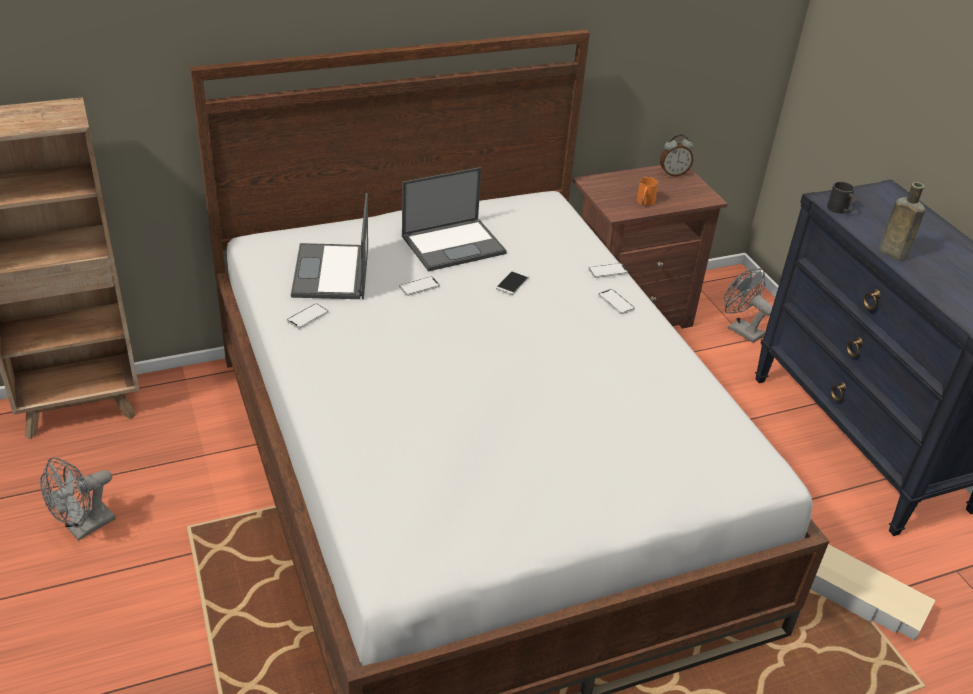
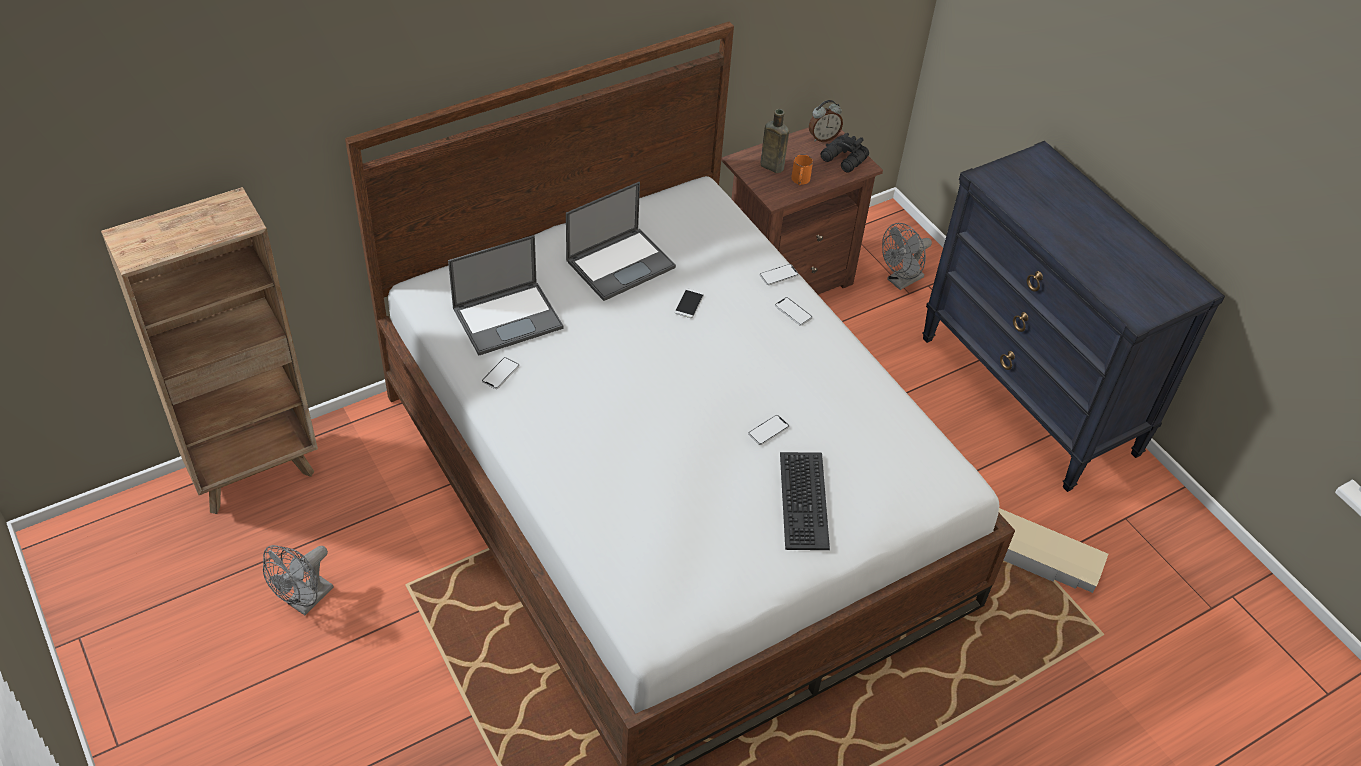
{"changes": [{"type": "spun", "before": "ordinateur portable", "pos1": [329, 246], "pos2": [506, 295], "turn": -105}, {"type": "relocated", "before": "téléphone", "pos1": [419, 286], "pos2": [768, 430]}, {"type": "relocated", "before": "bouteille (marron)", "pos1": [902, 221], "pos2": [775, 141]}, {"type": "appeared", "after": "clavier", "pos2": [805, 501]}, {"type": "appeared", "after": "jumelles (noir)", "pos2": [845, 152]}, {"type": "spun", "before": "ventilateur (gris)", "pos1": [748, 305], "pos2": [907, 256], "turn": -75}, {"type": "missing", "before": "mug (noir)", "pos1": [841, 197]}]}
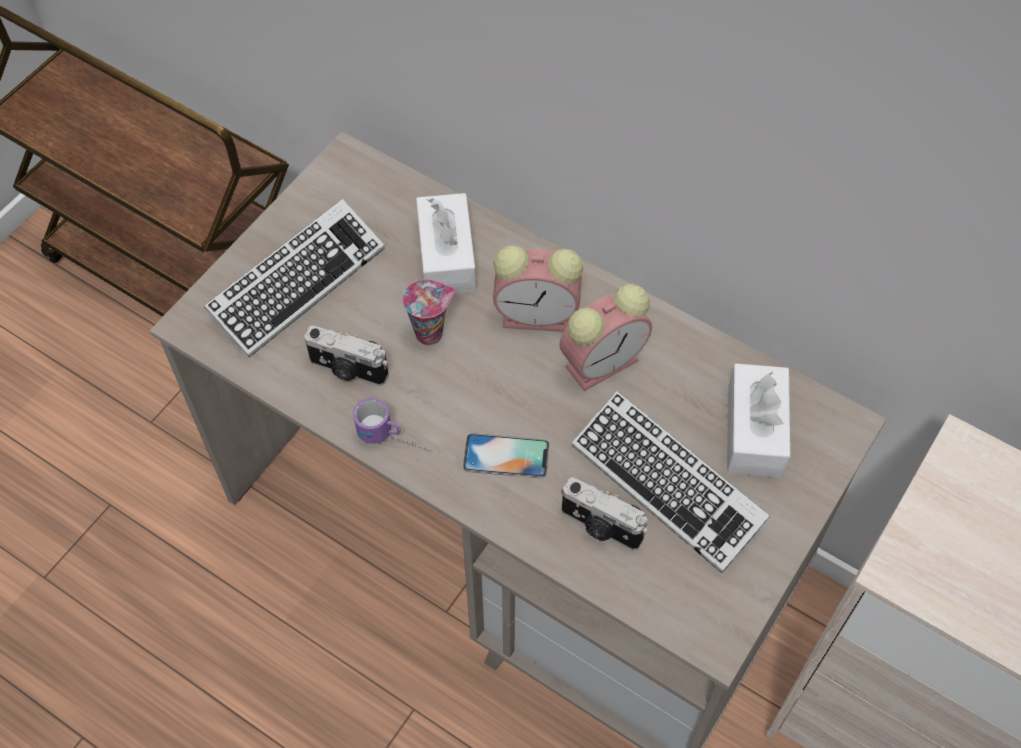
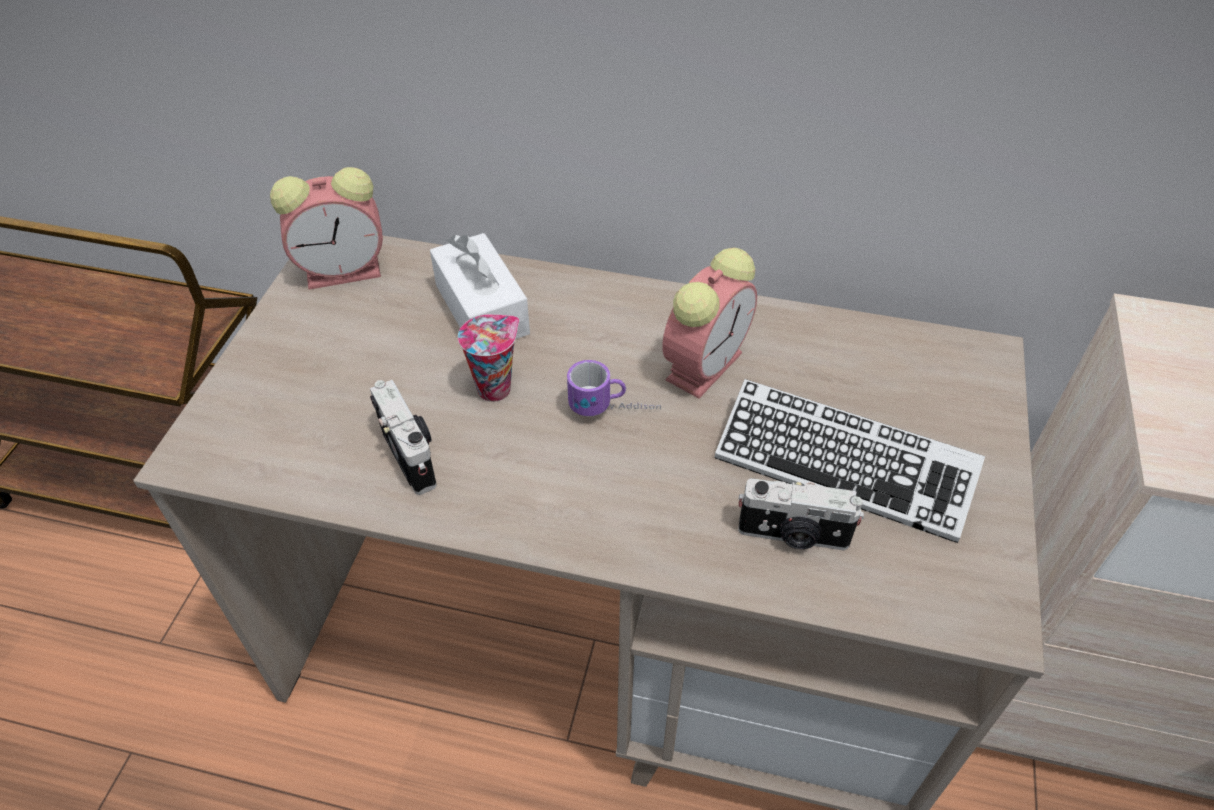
{"changes": [{"type": "relocated", "before": "réveil", "pos1": [538, 289], "pos2": [326, 228]}, {"type": "spun", "before": "appareil photo", "pos1": [346, 355], "pos2": [403, 437], "turn": -120}, {"type": "relocated", "before": "mug", "pos1": [391, 425], "pos2": [614, 388]}, {"type": "missing", "before": "clavier", "pos1": [294, 278]}, {"type": "missing", "before": "téléphone", "pos1": [506, 455]}, {"type": "missing", "before": "boîte à mouchoirs (blanc)", "pos1": [758, 420]}]}
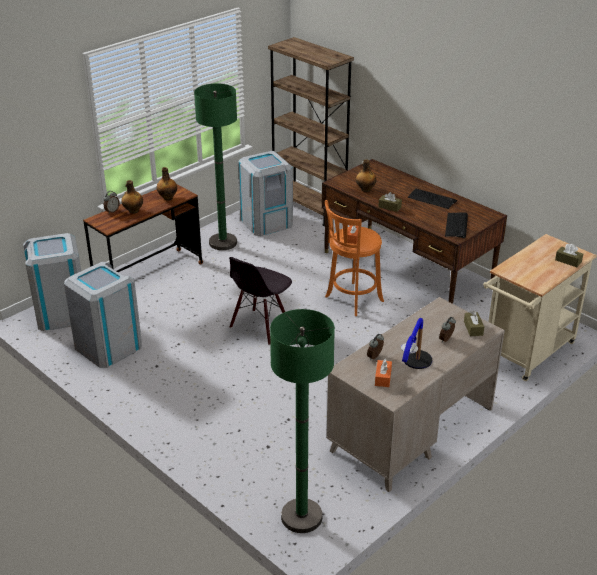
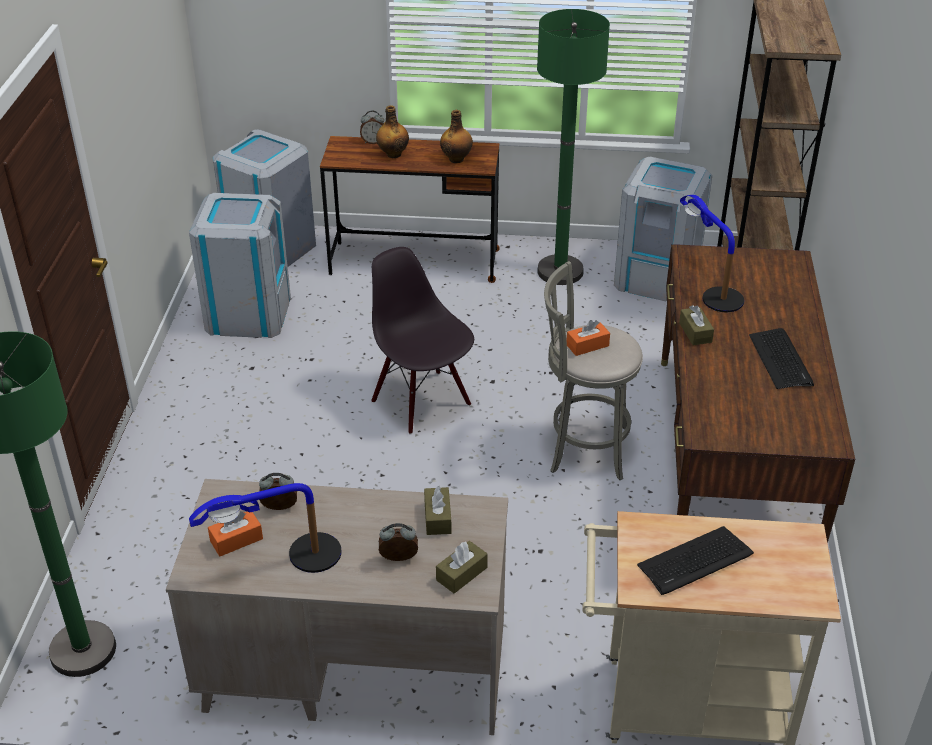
{"changes": [{"type": "spun", "before": "chaise (noir)", "pos1": [260, 301], "pos2": [422, 340], "turn": 60}, {"type": "relocated", "before": "boîte à mouchoirs (marron)", "pos1": [569, 255], "pos2": [437, 510]}, {"type": "colour", "before": "tabouret (orange)", "after": "tabouret (gris)", "pos1": [354, 258], "pos2": [593, 370]}, {"type": "relocated", "before": "clavier", "pos1": [456, 225], "pos2": [695, 560]}, {"type": "exchanged", "before": "bouteille", "after": "lampe de table", "pos1": [366, 175], "pos2": [712, 253]}]}
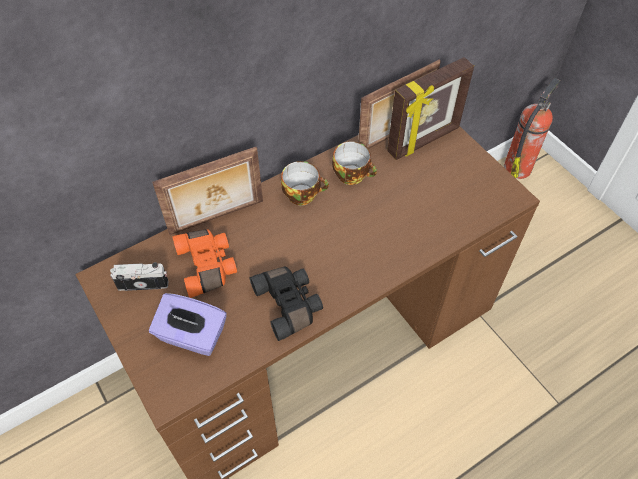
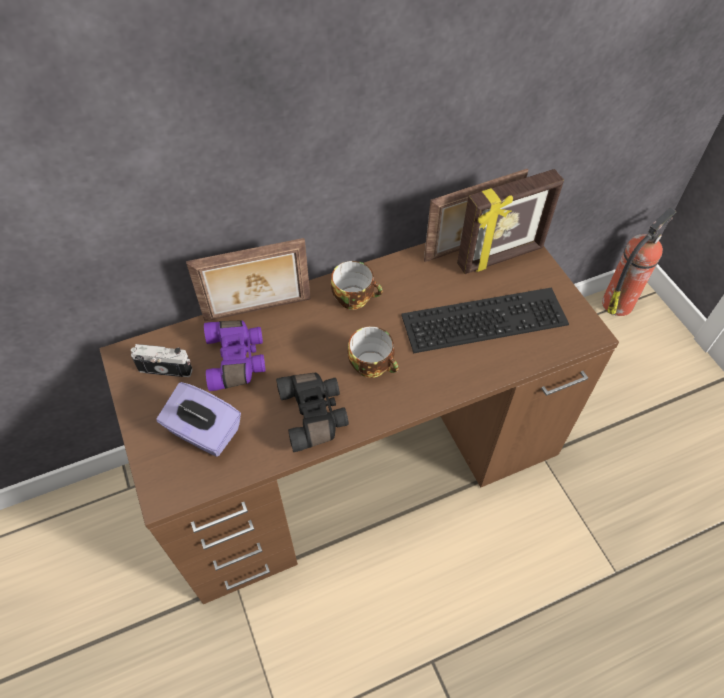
{"changes": [{"type": "colour", "before": "jumelles (orange)", "after": "jumelles (violet)", "pos1": [204, 263], "pos2": [235, 355]}, {"type": "relocated", "before": "tasse", "pos1": [354, 163], "pos2": [373, 352]}, {"type": "appeared", "after": "clavier", "pos2": [485, 320]}]}
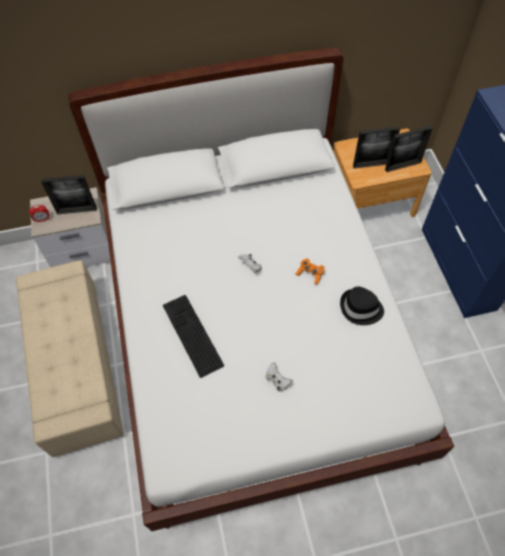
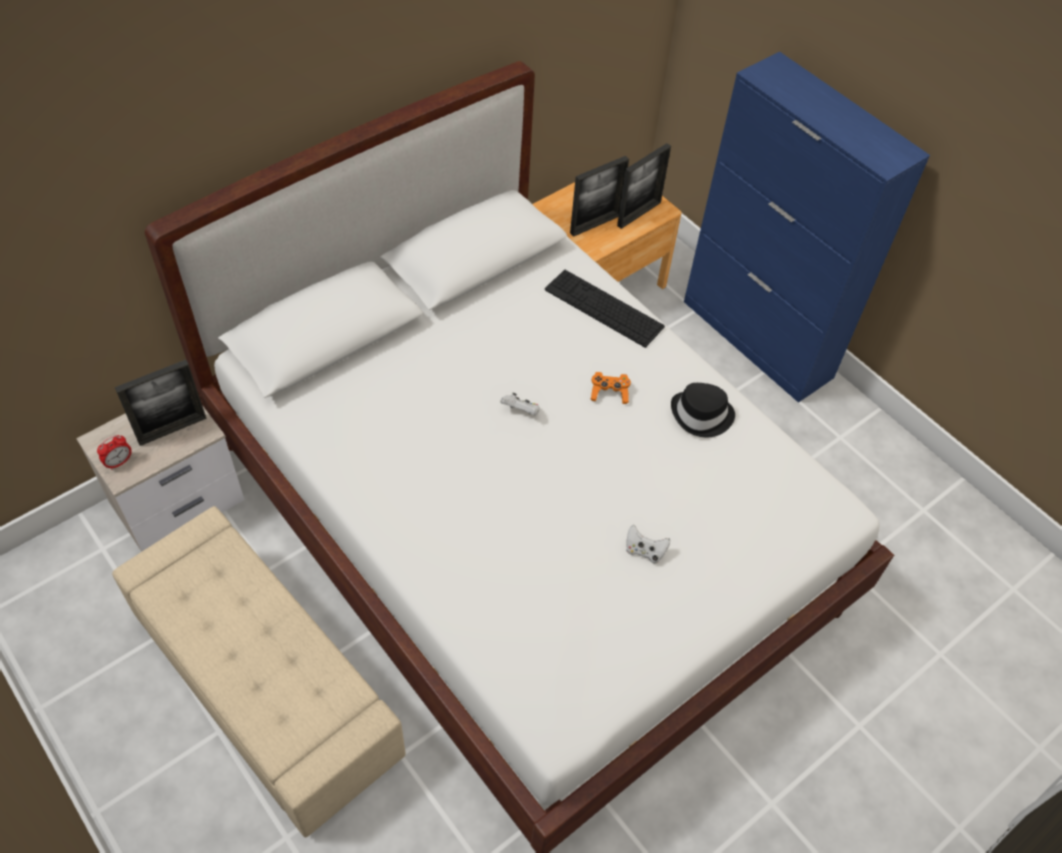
{"changes": [{"type": "relocated", "before": "clavier", "pos1": [193, 336], "pos2": [605, 309]}]}
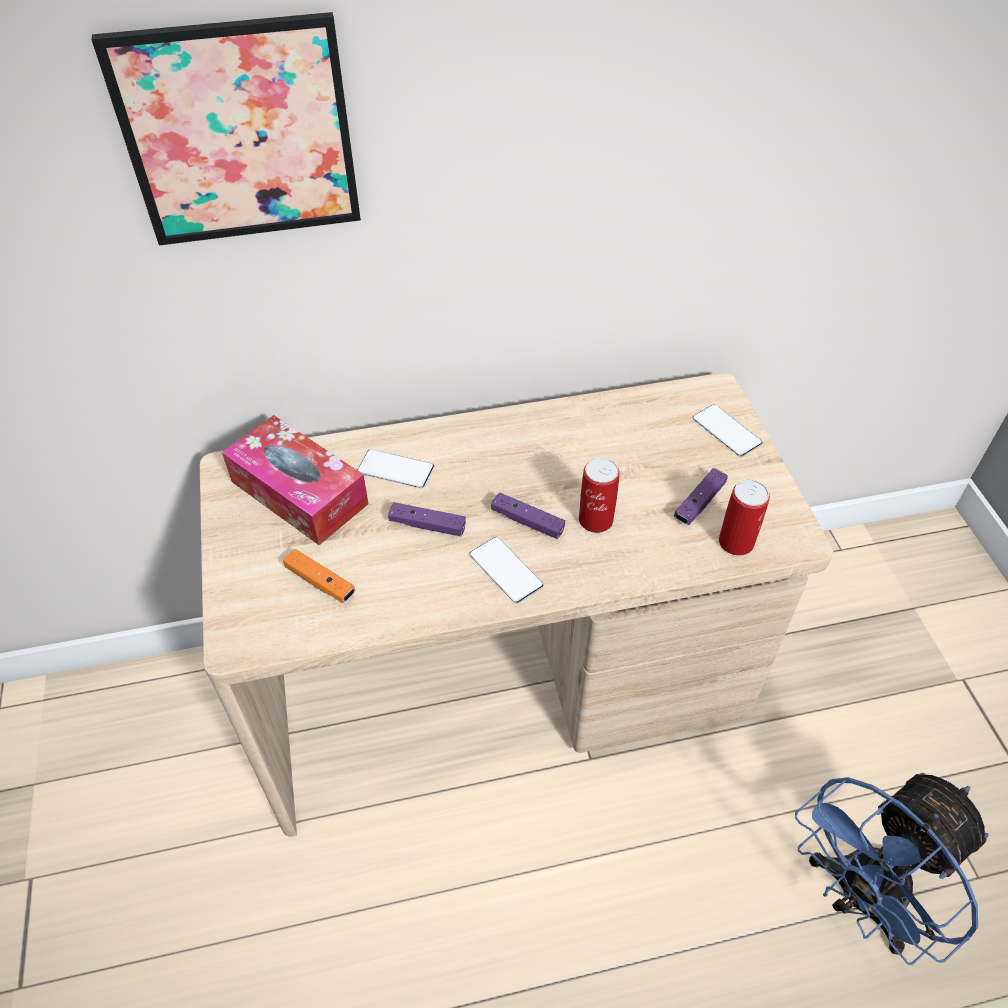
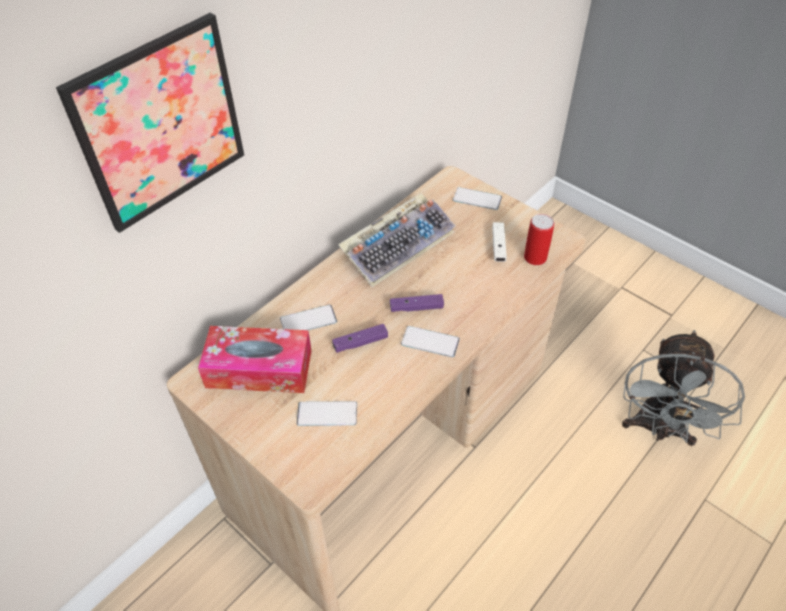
{"changes": [{"type": "exchanged", "before": "manette (orange)", "after": "téléphone", "pos1": [319, 576], "pos2": [327, 413]}, {"type": "appeared", "after": "clavier", "pos2": [397, 240]}, {"type": "colour", "before": "manette (violet)", "after": "manette (blanc)", "pos1": [701, 496], "pos2": [499, 242]}, {"type": "colour", "before": "ventilateur (bleu)", "after": "ventilateur (gris)", "pos1": [892, 869], "pos2": [683, 388]}, {"type": "missing", "before": "boîte métallique", "pos1": [599, 495]}]}
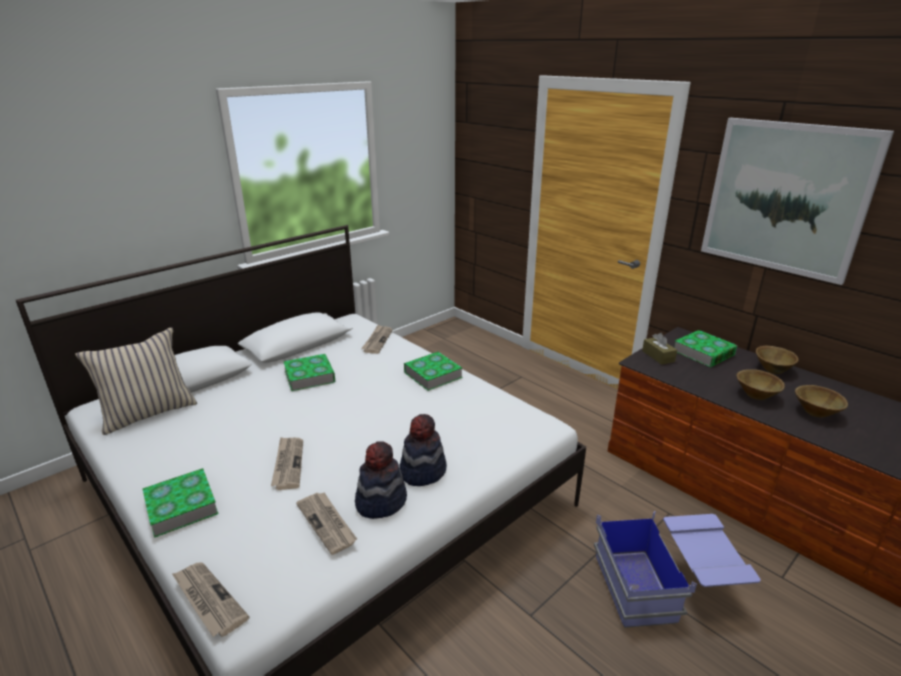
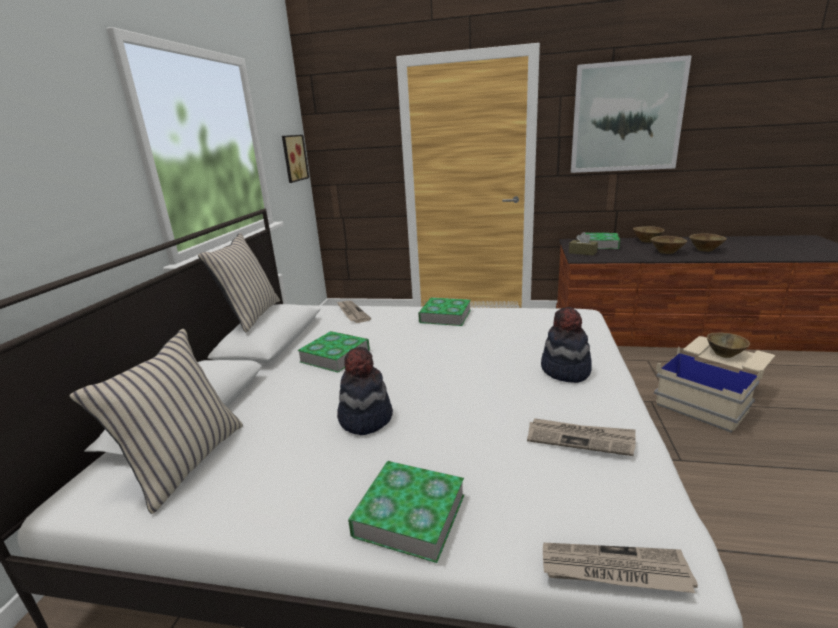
{"changes": [{"type": "appeared", "after": "coussin (beige)", "pos2": [239, 282]}, {"type": "appeared", "after": "tableau", "pos2": [295, 159]}, {"type": "relocated", "before": "chapeau", "pos1": [381, 480], "pos2": [365, 391]}, {"type": "colour", "before": "boîte de rangement (bleu)", "after": "boîte de rangement (beige)", "pos1": [677, 569], "pos2": [714, 384]}, {"type": "appeared", "after": "bol (marron)", "pos2": [728, 345]}, {"type": "missing", "before": "journal", "pos1": [287, 463]}]}
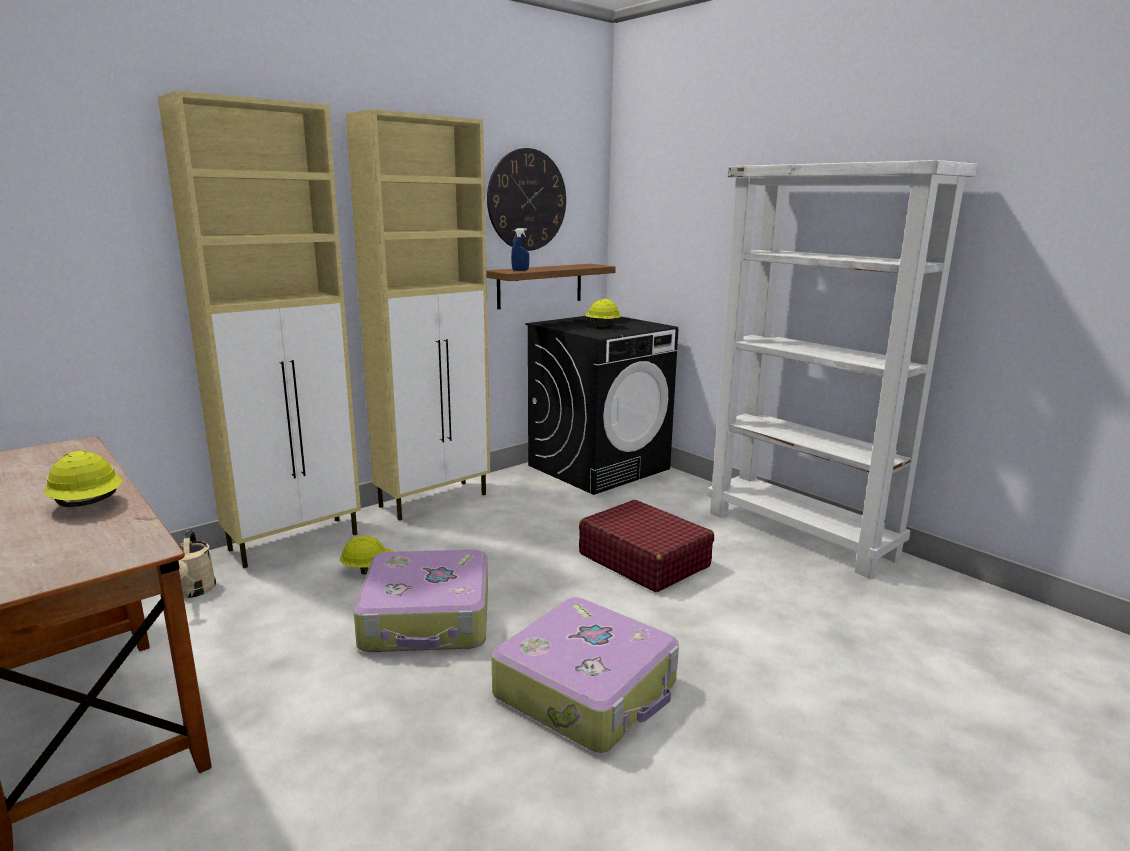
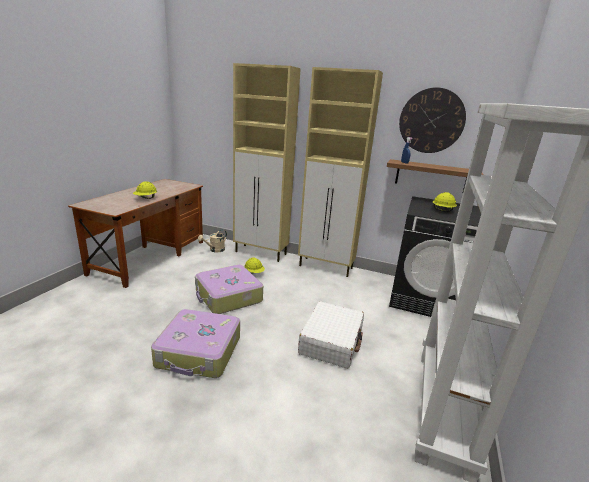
{"changes": [{"type": "colour", "before": "valise (rouge)", "after": "valise (blanc)", "pos1": [646, 546], "pos2": [331, 335]}]}
